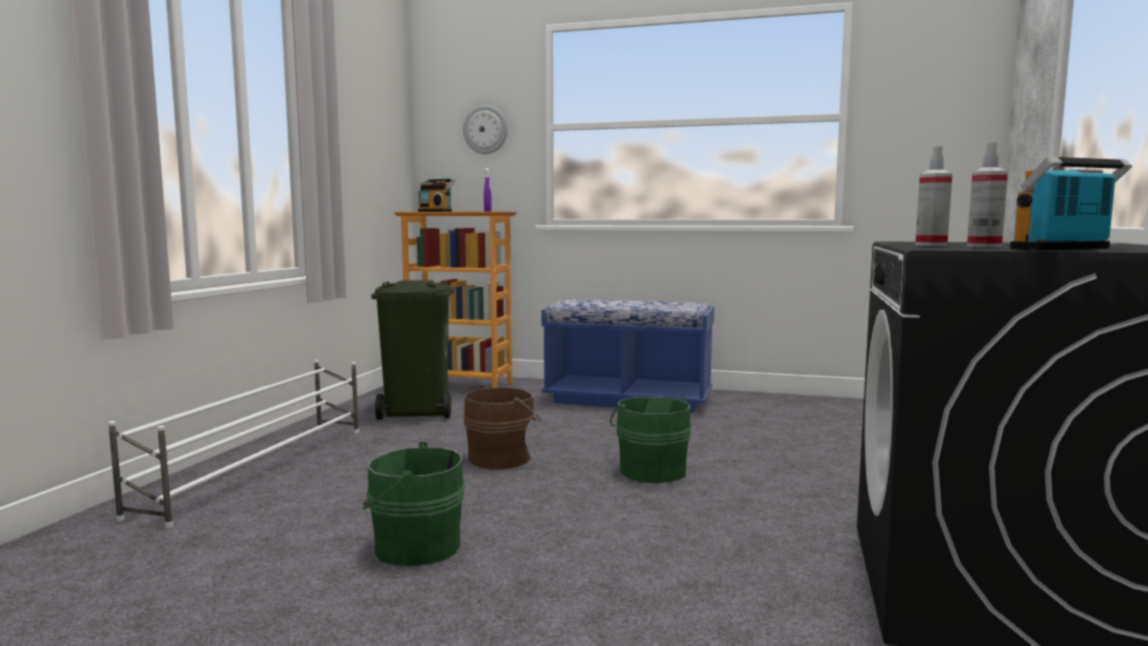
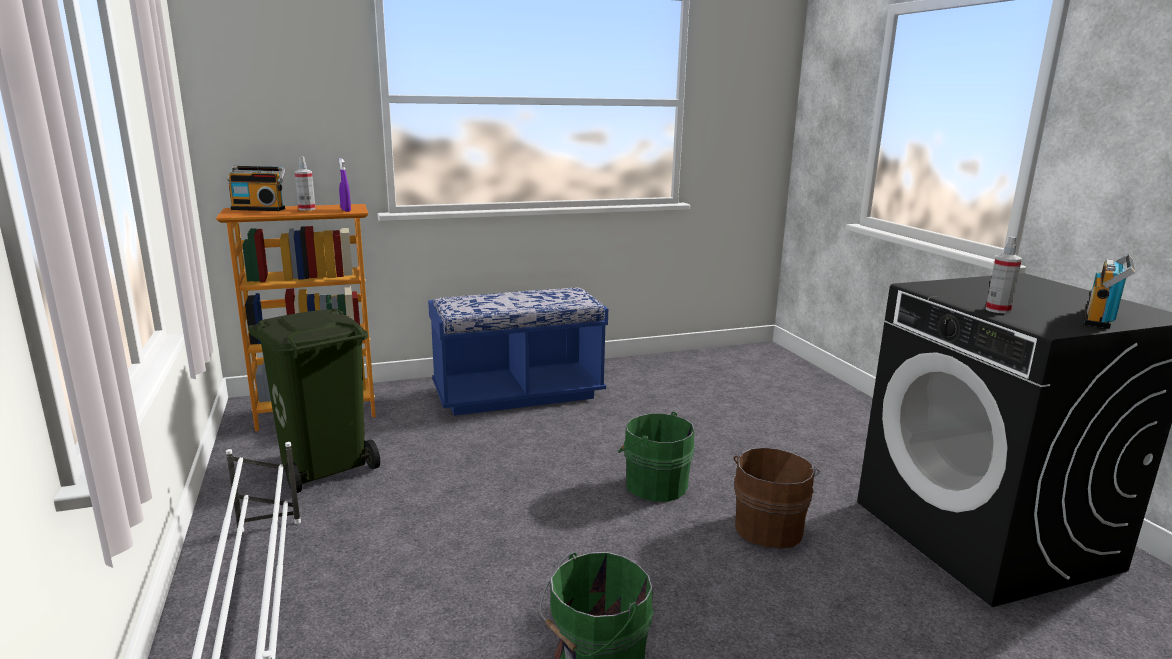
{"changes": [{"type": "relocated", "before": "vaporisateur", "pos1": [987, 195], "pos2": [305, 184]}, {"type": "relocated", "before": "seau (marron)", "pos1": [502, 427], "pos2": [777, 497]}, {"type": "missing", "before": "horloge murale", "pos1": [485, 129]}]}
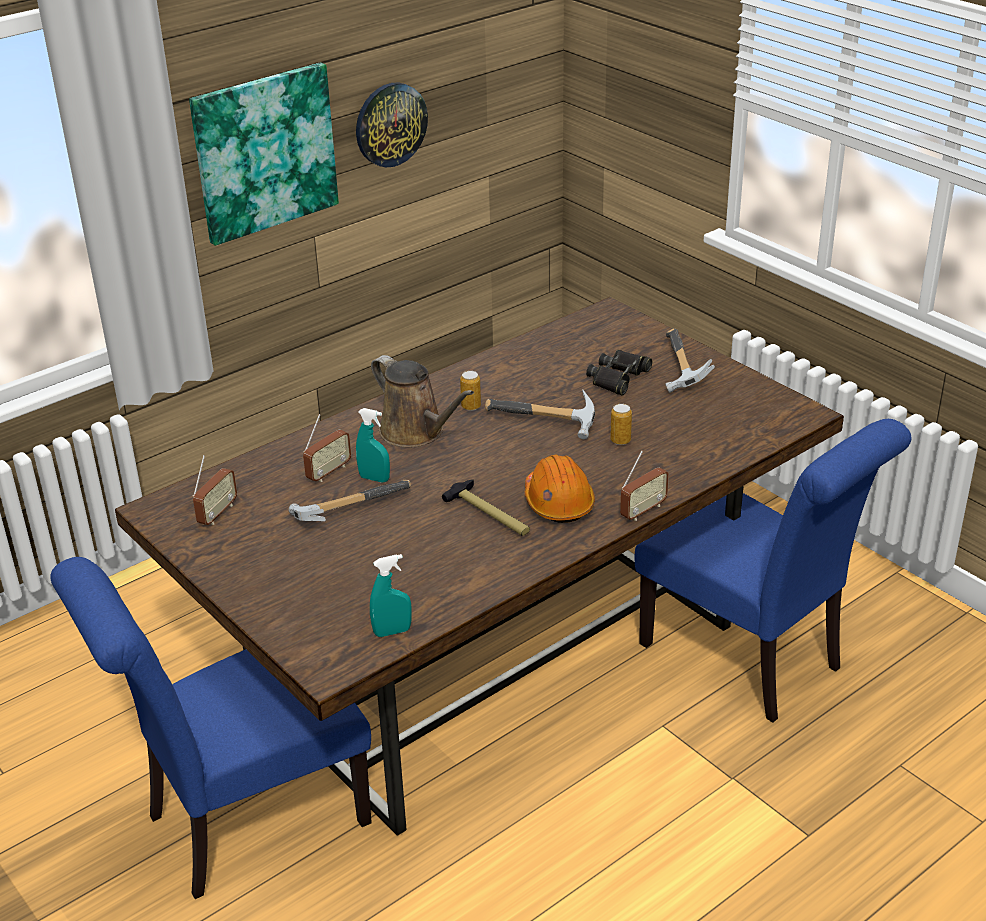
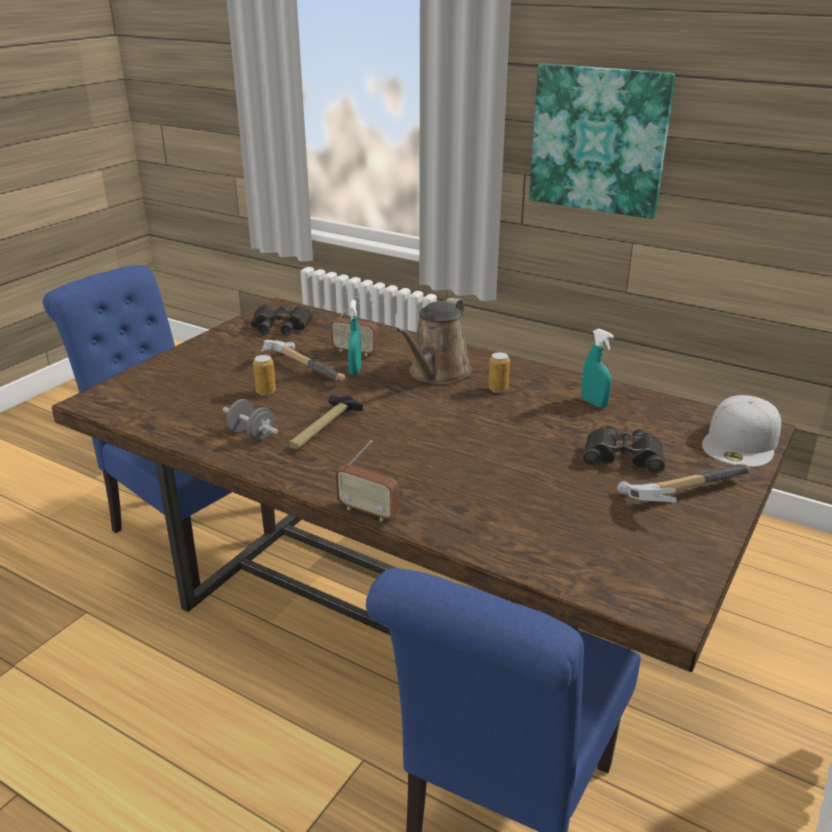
{"changes": [{"type": "appeared", "after": "haltère (gris)", "pos2": [250, 420]}, {"type": "exchanged", "before": "radio", "after": "jumelles (noir)", "pos1": [215, 490], "pos2": [281, 320]}, {"type": "relocated", "before": "boîte métallique", "pos1": [621, 424], "pos2": [264, 375]}, {"type": "relocated", "before": "vaporisateur (turquoise)", "pos1": [390, 595], "pos2": [597, 368]}, {"type": "appeared", "after": "casquette (blanc)", "pos2": [741, 431]}, {"type": "missing", "before": "horloge murale", "pos1": [392, 125]}, {"type": "missing", "before": "marteau", "pos1": [540, 414]}, {"type": "missing", "before": "casque de chantier (orange)", "pos1": [560, 489]}]}
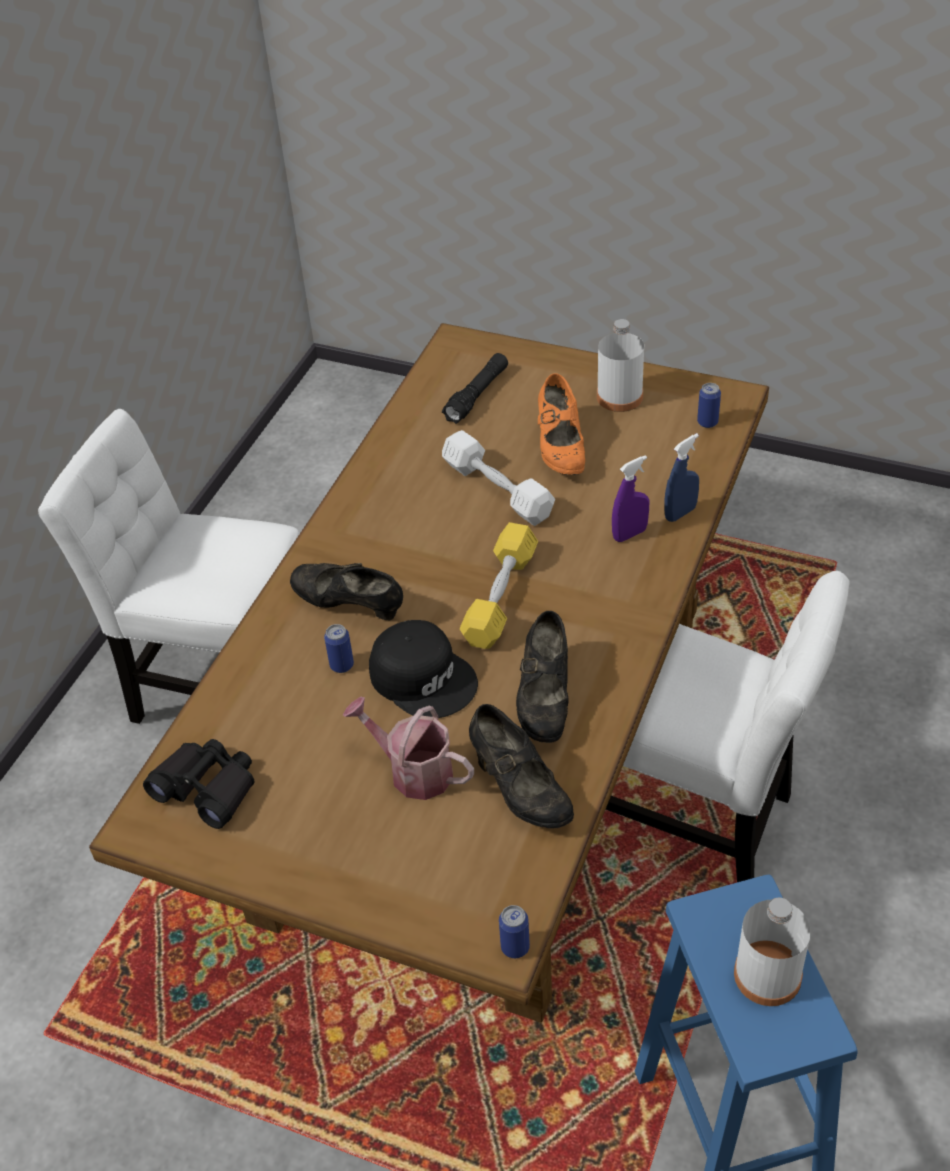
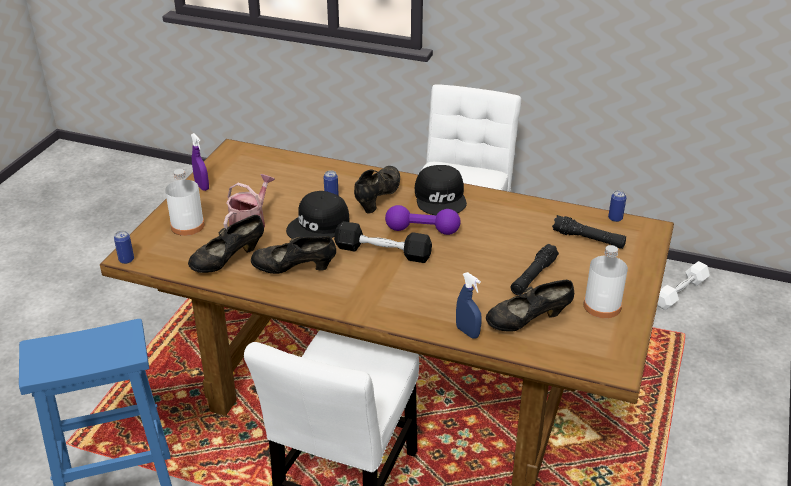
{"changes": [{"type": "relocated", "before": "bouteille (blanc)", "pos1": [772, 951], "pos2": [185, 202]}, {"type": "relocated", "before": "vaporisateur (violet)", "pos1": [630, 498], "pos2": [200, 162]}, {"type": "colour", "before": "haltère (jaune)", "after": "haltère (noir)", "pos1": [499, 585], "pos2": [383, 242]}, {"type": "appeared", "after": "haltère (violet)", "pos2": [423, 220]}, {"type": "appeared", "after": "casquette (noir)", "pos2": [441, 190]}, {"type": "appeared", "after": "chaussure (noir)", "pos2": [530, 306]}, {"type": "exchanged", "before": "chaussure (orange)", "after": "lampe de poche (noir)", "pos1": [561, 424], "pos2": [535, 269]}, {"type": "relocated", "before": "boîte métallique", "pos1": [709, 405], "pos2": [617, 206]}, {"type": "relocated", "before": "haltère (blanc)", "pos1": [498, 478], "pos2": [683, 286]}, {"type": "missing", "before": "jumelles (noir)", "pos1": [198, 784]}]}
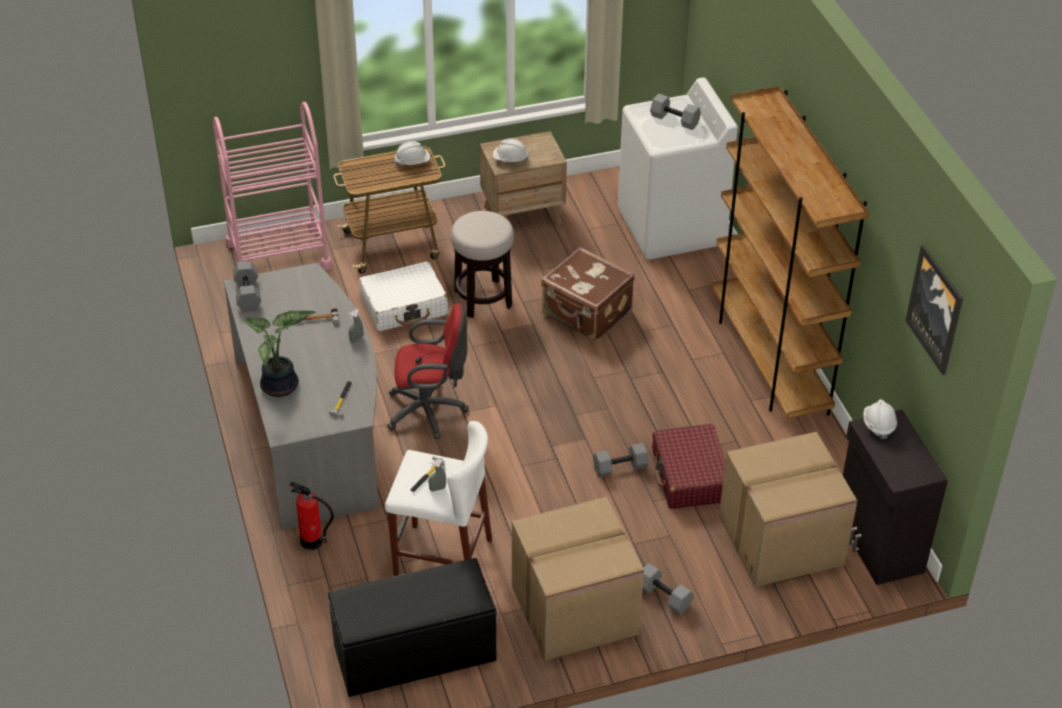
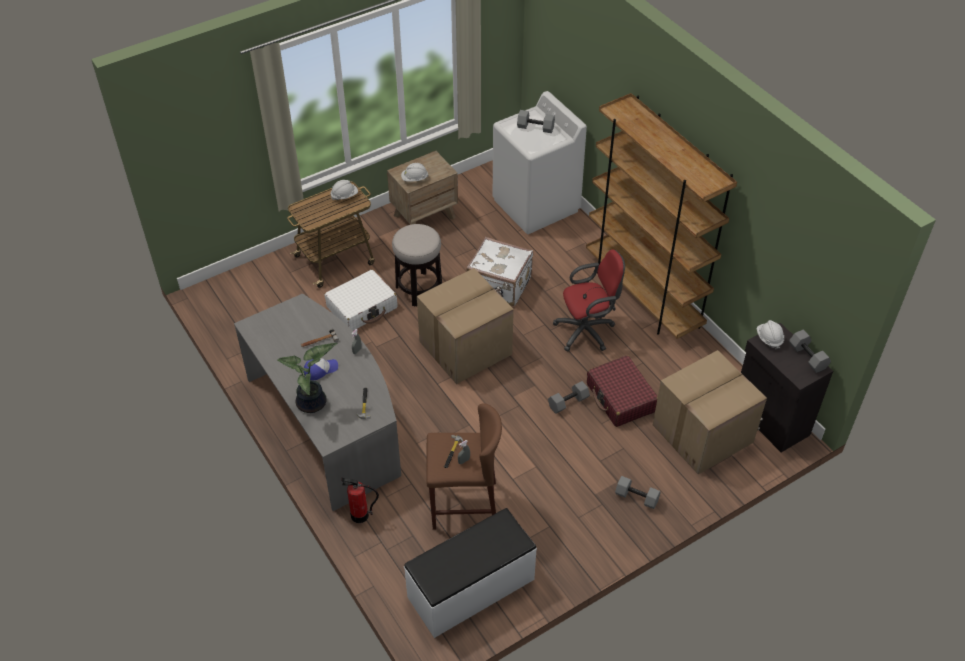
{"changes": [{"type": "appeared", "after": "casquette", "pos2": [321, 369]}, {"type": "colour", "before": "banc (noir)", "after": "banc (blanc)", "pos1": [412, 627], "pos2": [470, 573]}, {"type": "relocated", "before": "carton", "pos1": [578, 579], "pos2": [465, 326]}, {"type": "colour", "before": "tabouret (blanc)", "after": "tabouret (marron)", "pos1": [438, 498], "pos2": [464, 466]}, {"type": "colour", "before": "valise (marron)", "after": "valise (blanc)", "pos1": [588, 294], "pos2": [499, 271]}, {"type": "relocated", "before": "chaise de bureau (rouge)", "pos1": [428, 371], "pos2": [589, 300]}, {"type": "relocated", "before": "haltère (gris)", "pos1": [247, 286], "pos2": [810, 351]}, {"type": "missing", "before": "chariot (rose)", "pos1": [272, 186]}, {"type": "missing", "before": "tableau", "pos1": [934, 310]}]}
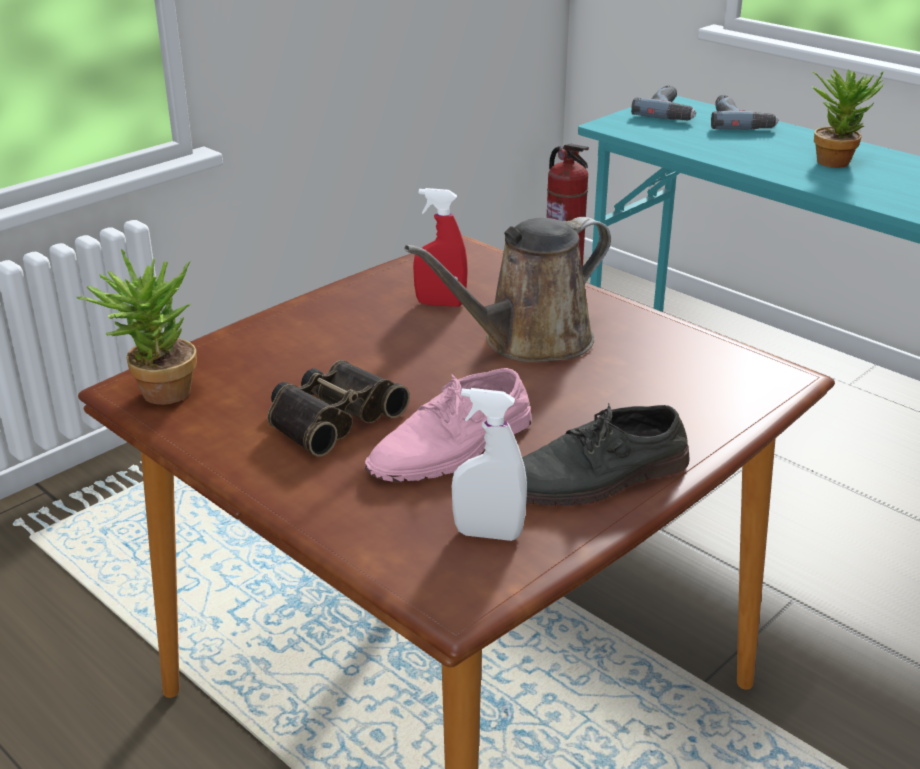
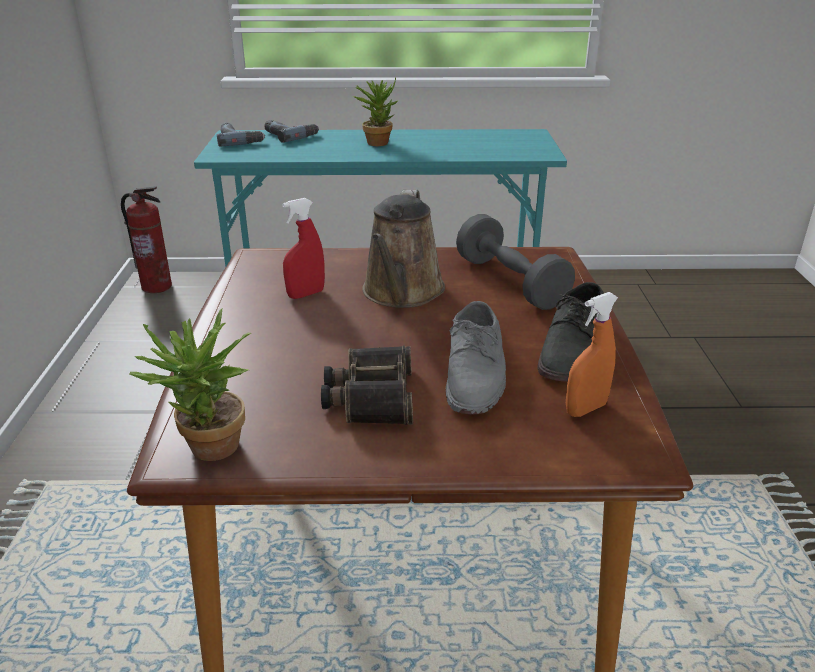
{"changes": [{"type": "colour", "before": "chaussure (rose)", "after": "chaussure (gris)", "pos1": [448, 425], "pos2": [476, 358]}, {"type": "appeared", "after": "haltère (gris)", "pos2": [515, 262]}, {"type": "colour", "before": "vaporisateur (blanc)", "after": "vaporisateur (orange)", "pos1": [489, 464], "pos2": [592, 354]}]}
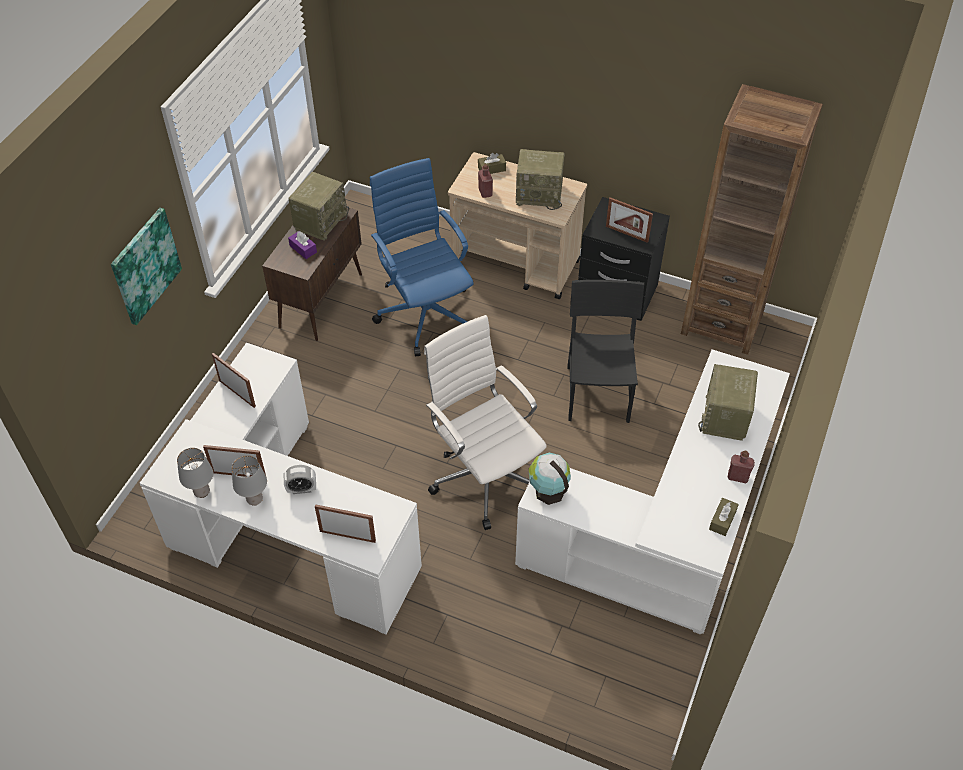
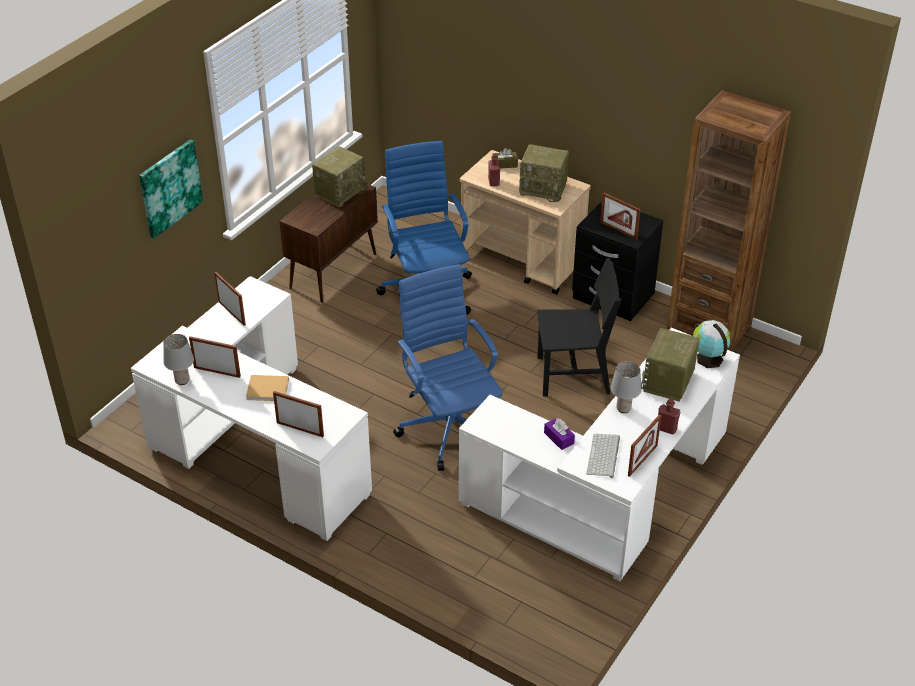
{"changes": [{"type": "exchanged", "before": "réveil", "after": "livre (beige)", "pos1": [300, 479], "pos2": [267, 388]}, {"type": "colour", "before": "chaise de bureau (blanc)", "after": "chaise de bureau (bleu)", "pos1": [485, 422], "pos2": [447, 367]}, {"type": "spun", "before": "chaise (noir)", "pos1": [605, 351], "pos2": [579, 327], "turn": 75}, {"type": "relocated", "before": "boîte à mouchoirs (violet)", "pos1": [302, 245], "pos2": [559, 434]}, {"type": "appeared", "after": "clavier", "pos2": [603, 456]}, {"type": "relocated", "before": "lampe de table (gris)", "pos1": [249, 480], "pos2": [626, 387]}, {"type": "exchanged", "before": "boîte à mouchoirs (marron)", "after": "cadre photo", "pos1": [724, 517], "pos2": [645, 445]}, {"type": "relocated", "before": "globe", "pos1": [550, 479], "pos2": [711, 344]}]}
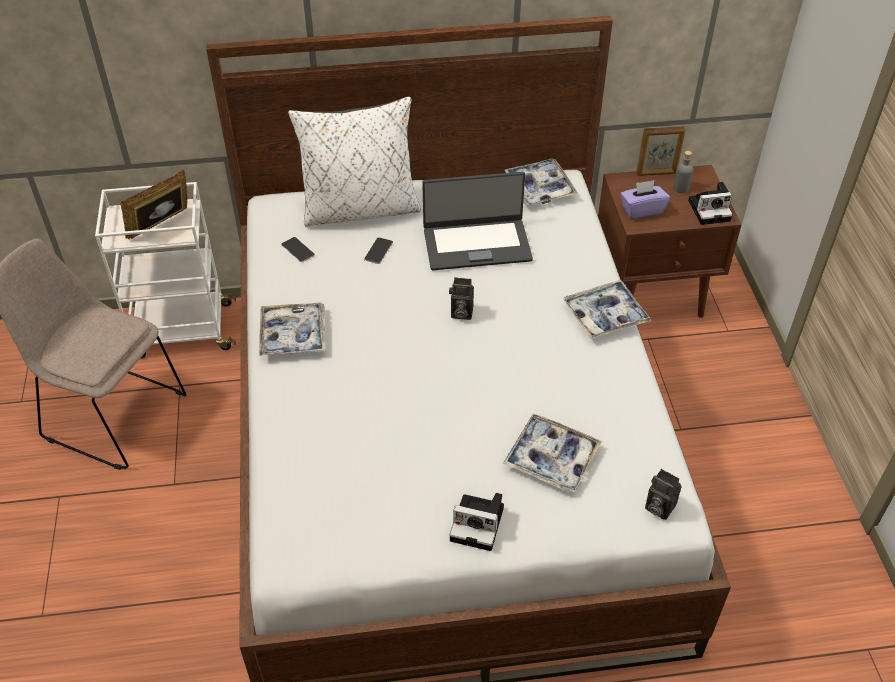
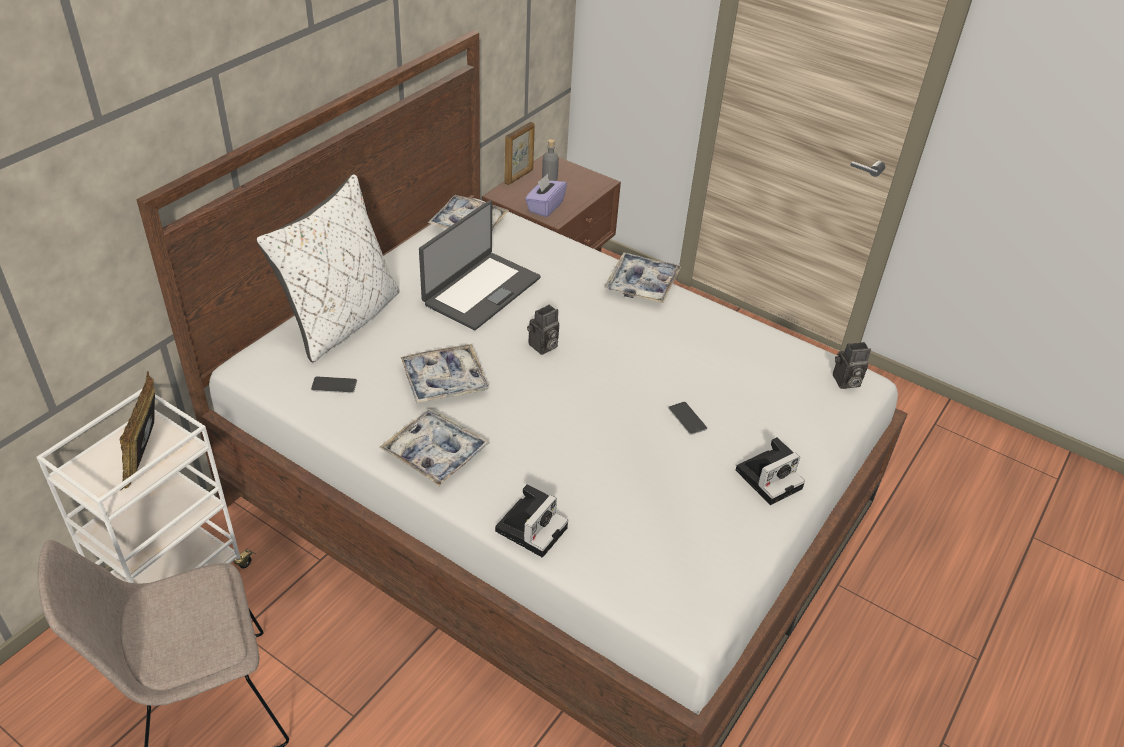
{"changes": [{"type": "relocated", "before": "plateau", "pos1": [552, 453], "pos2": [445, 373]}, {"type": "relocated", "before": "appareil photo", "pos1": [710, 203], "pos2": [531, 521]}, {"type": "relocated", "before": "téléphone", "pos1": [378, 250], "pos2": [688, 418]}]}
